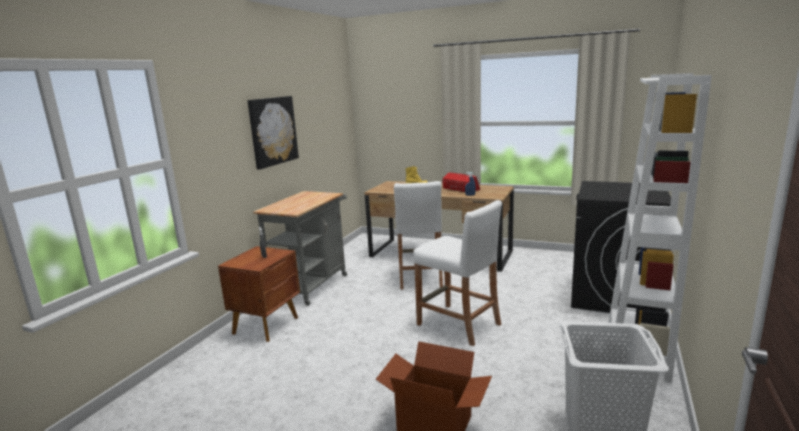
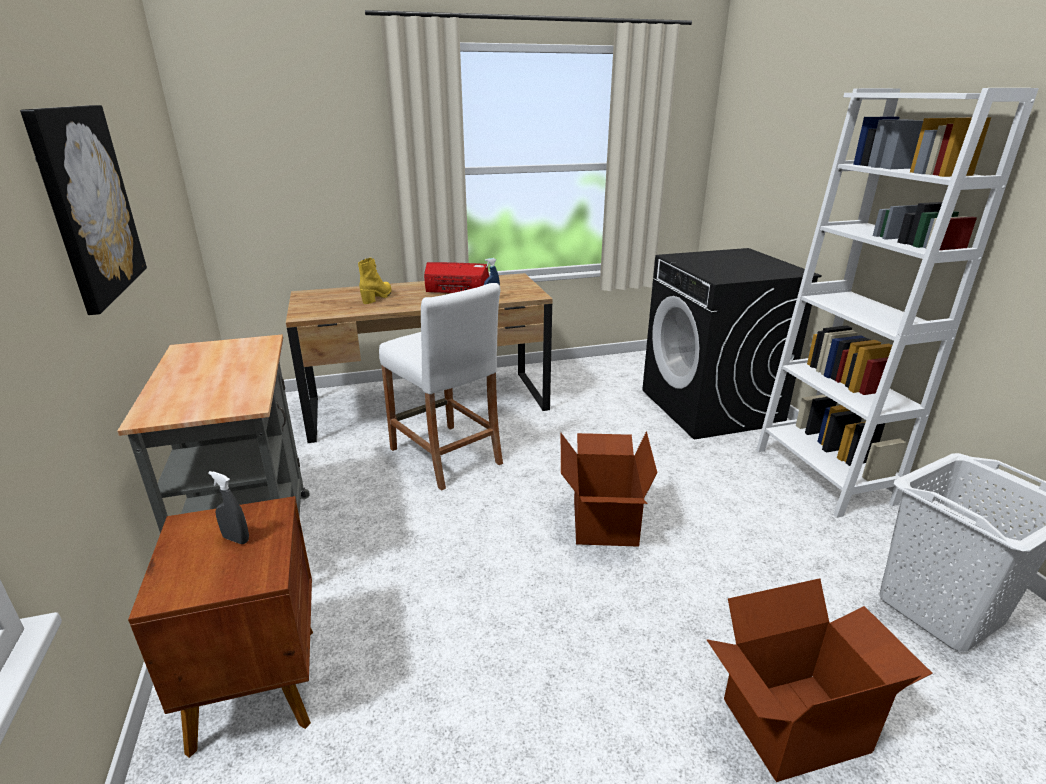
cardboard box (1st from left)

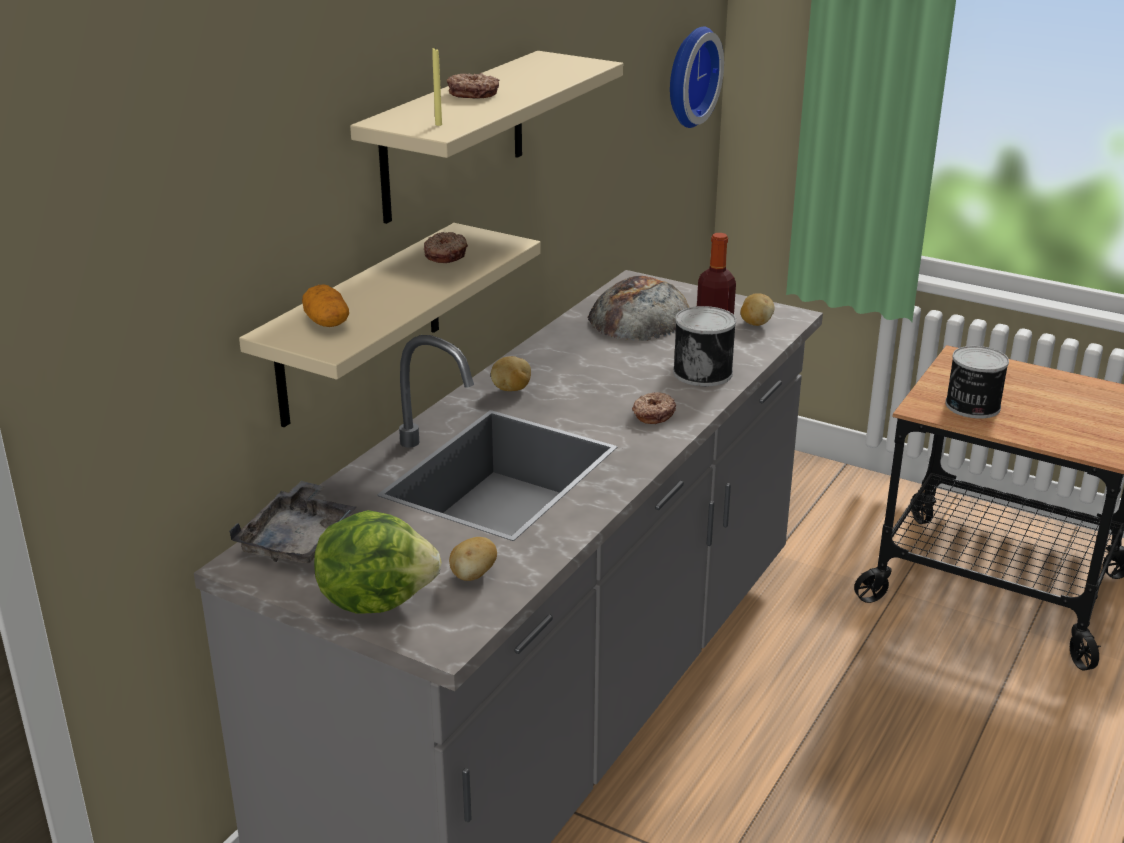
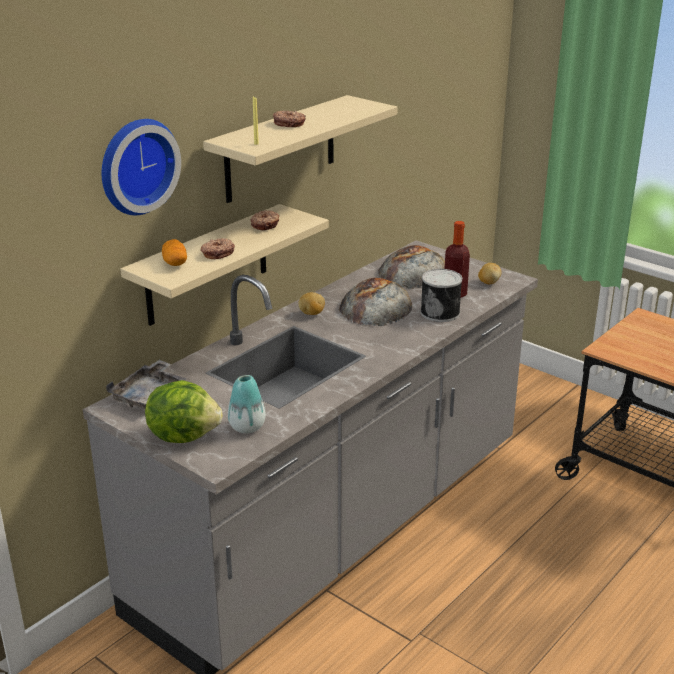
flower vase
ring doughnut (1st from left)
clock on the wall
sealed can (2nd from left in the first image)
bread (1st from left)

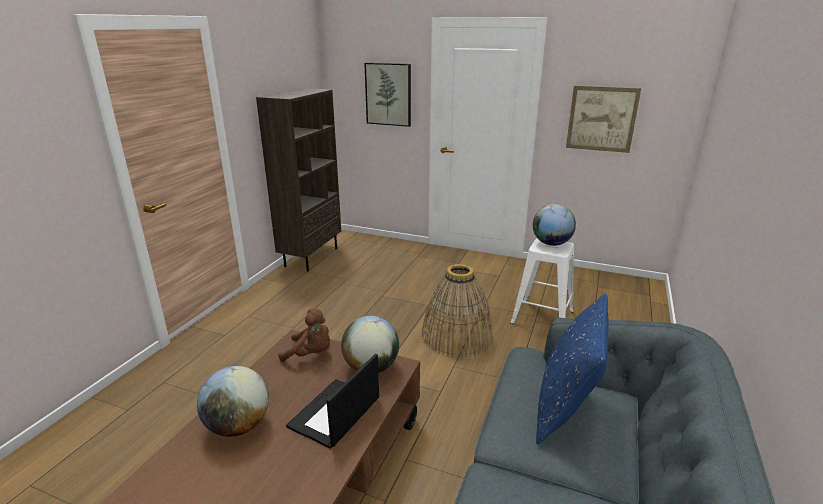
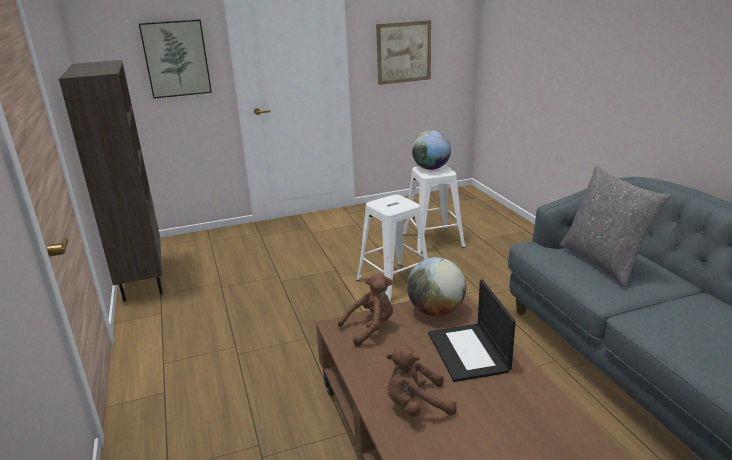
plush toy/brownish (2nd from left)
stool/whitish (1st from left)
throw pillow/grey

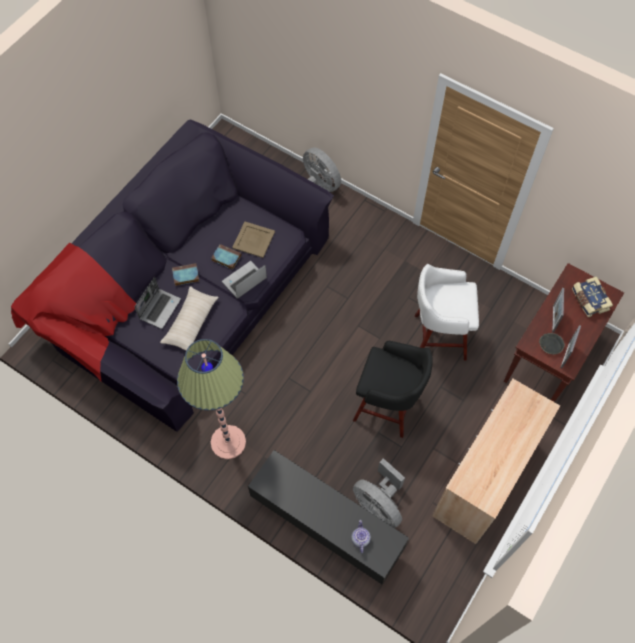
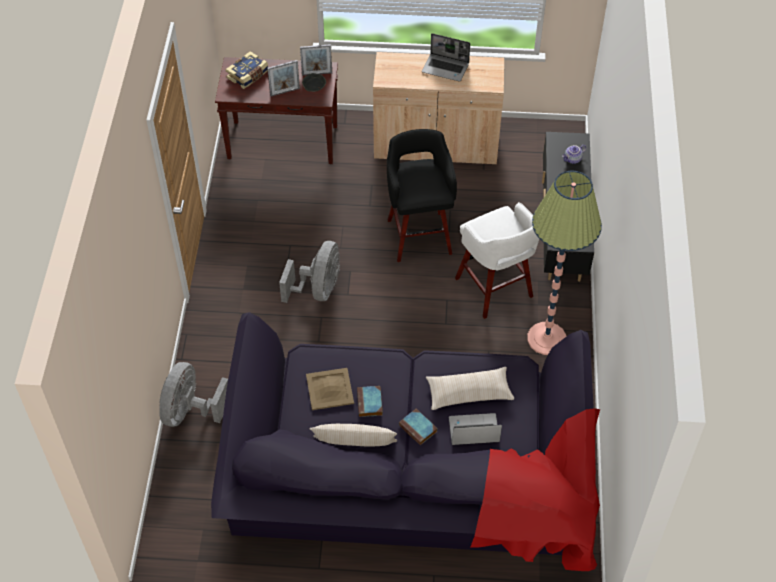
portable computer (1st from left)
fan/grey (2nd from left)
stool/whitish
throw pillow/beige (1st from left)

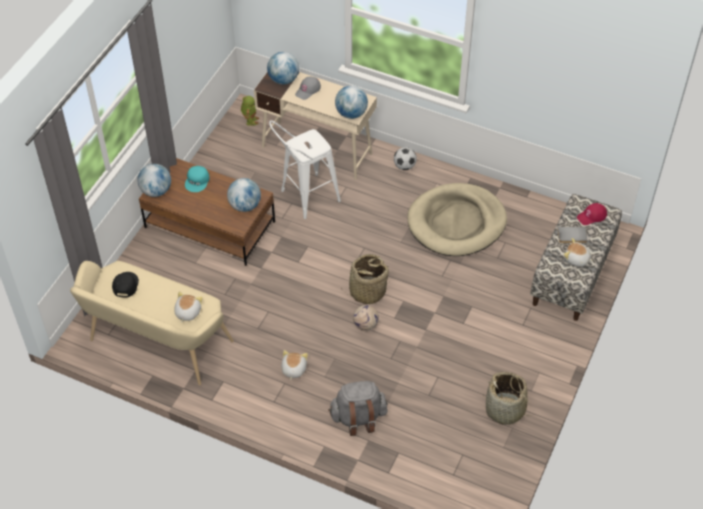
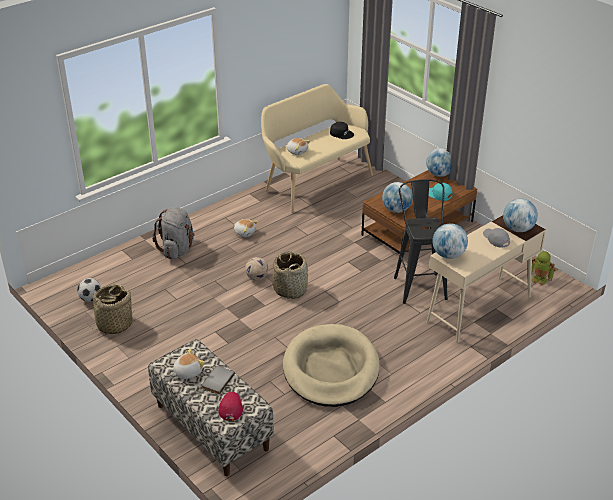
stool/black-coloured
ball for football (1st from left)

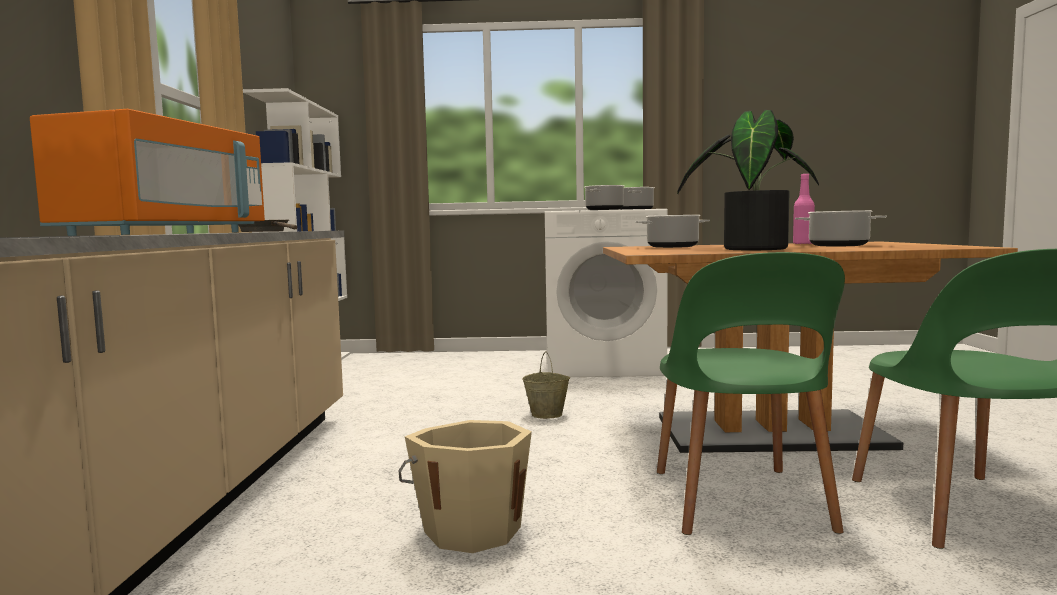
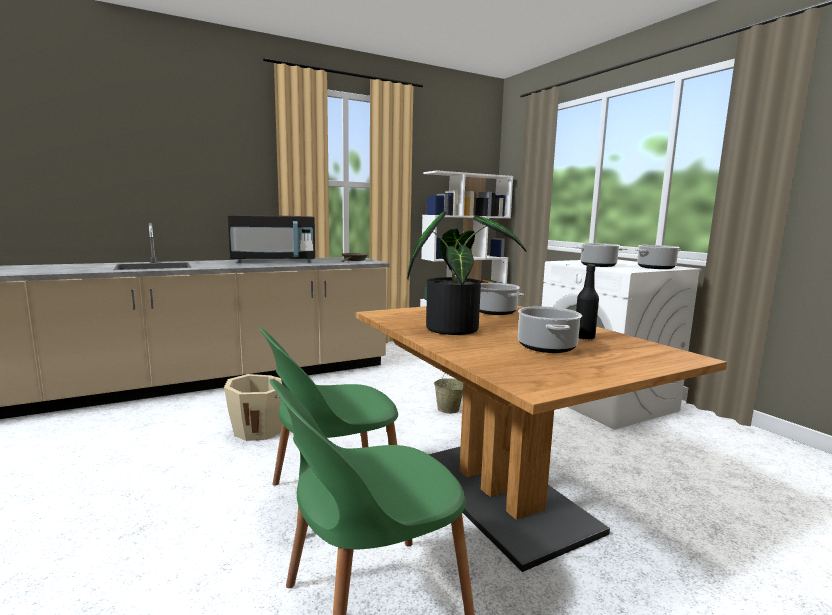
microwave/black-coloured
bottle/black-coloured

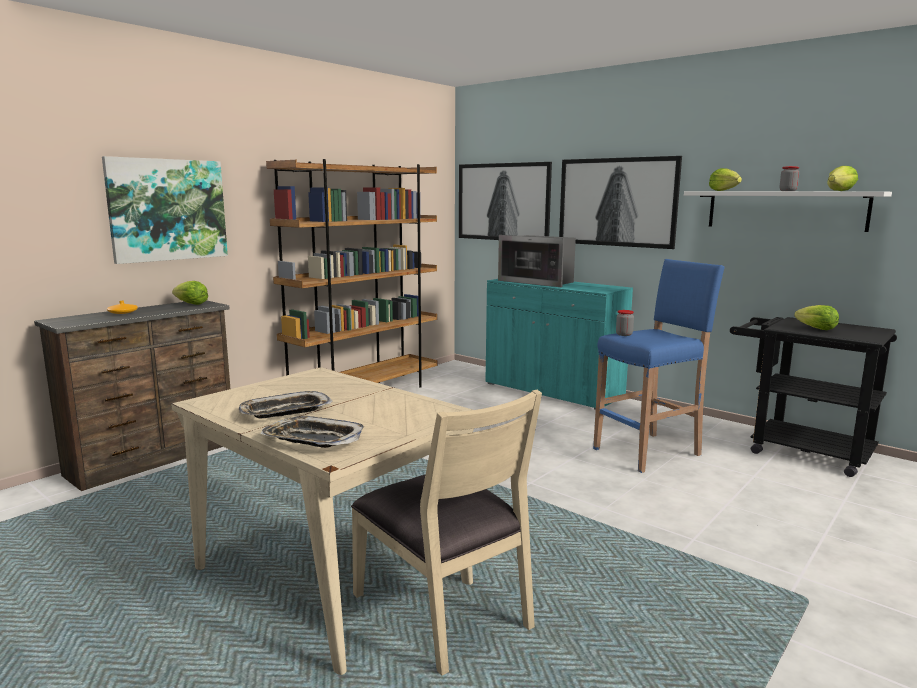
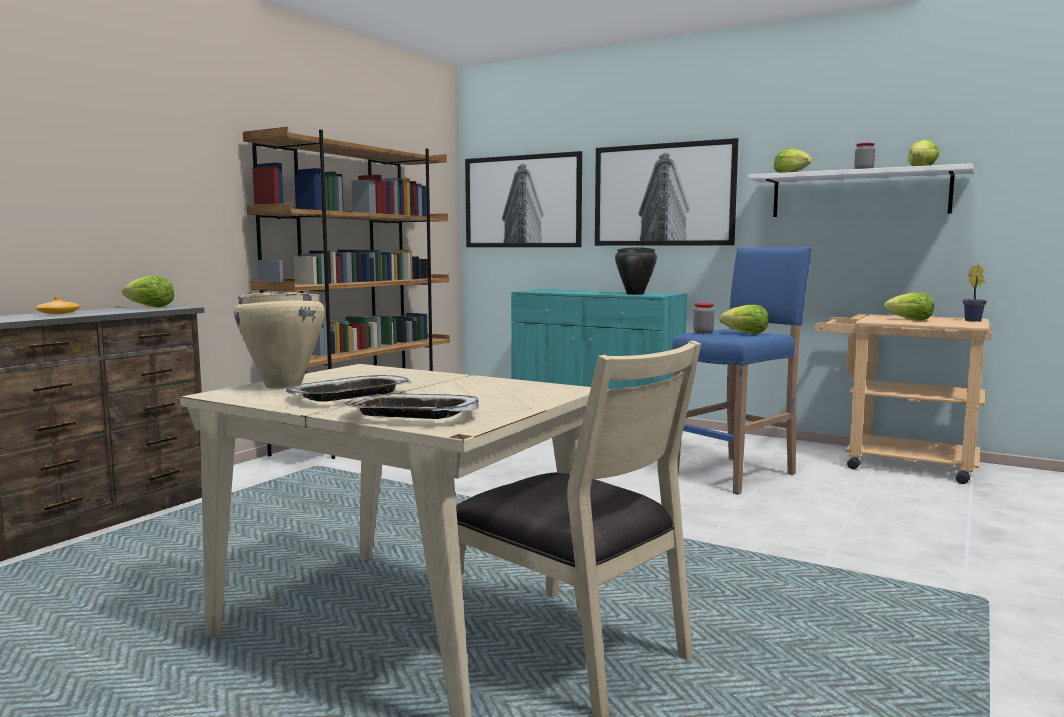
wall picture (1st from left in the first image)
microwave
trolley/beige
stockpot/beige
stockpot/black-coloured
lettuce head (2nd from left)
plant in a pot

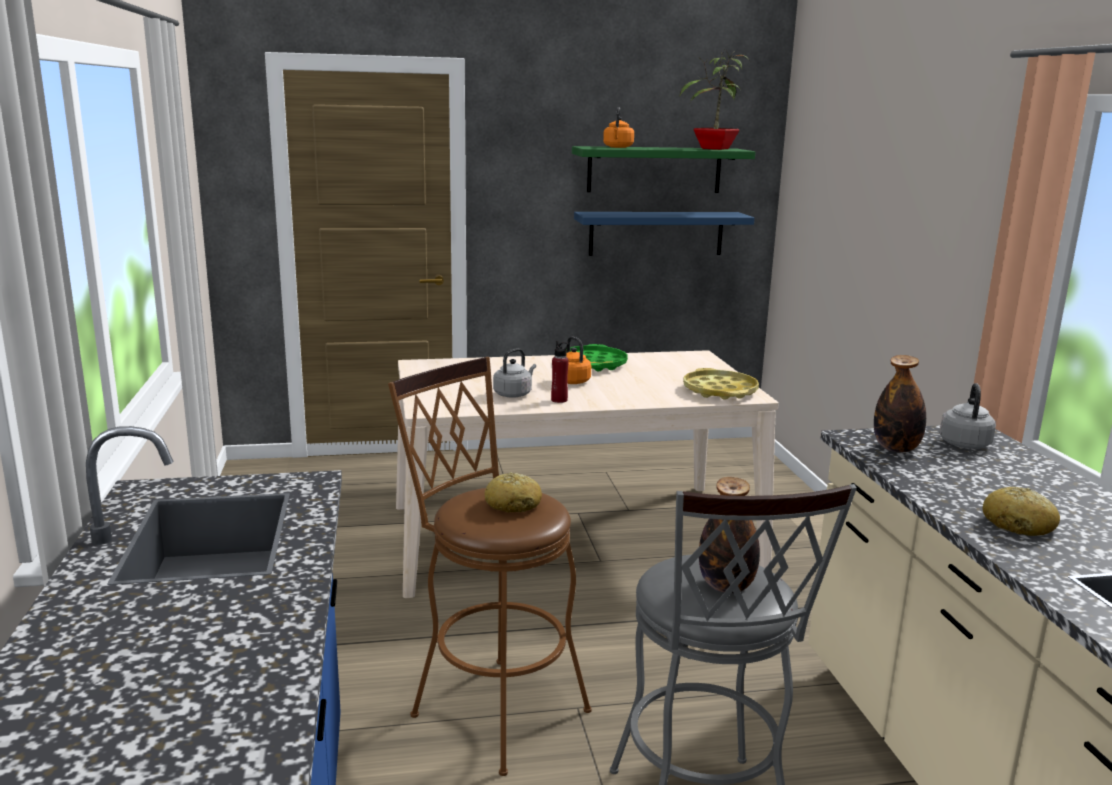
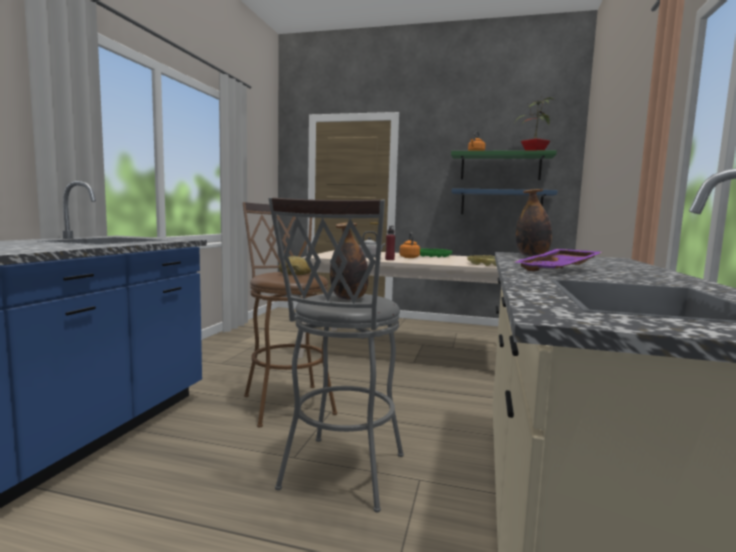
tea kettle/grey (2nd from left in the first image)
tray/purplish

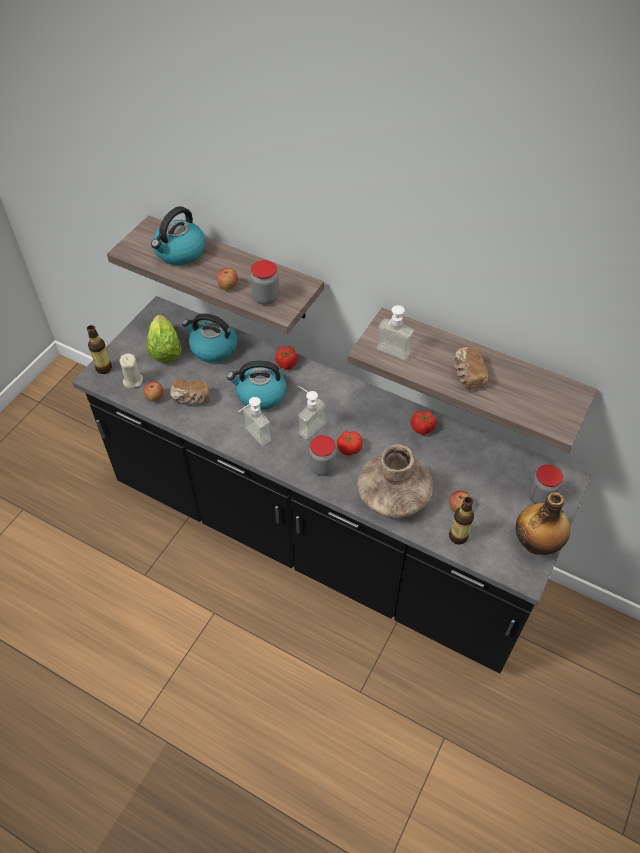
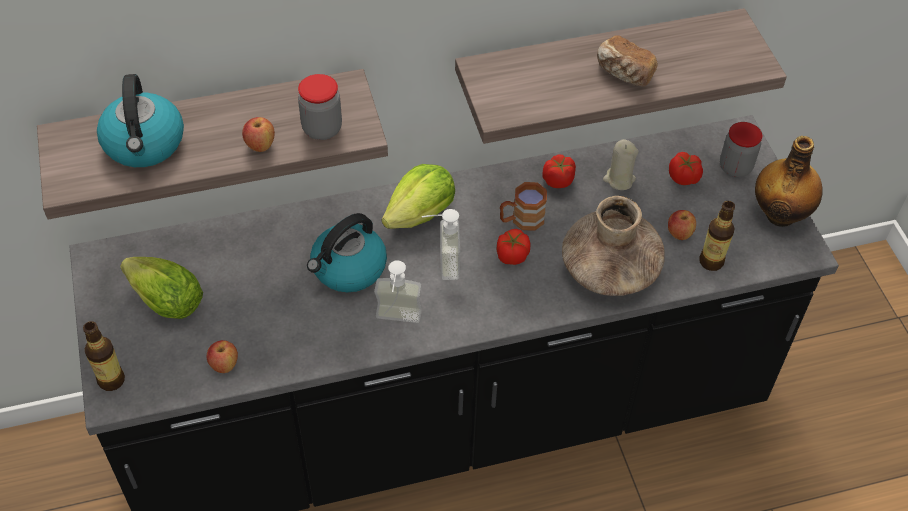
wax candle/beige
bread (1st from left in the first image)
tea kettle (2nd from left in the first image)
whole tomato (3rd from left)
preserve jar (2nd from left in the first image)
soap dispenser (3rd from left in the first image)
lettuce head (2nd from left)
tea mug/brownish

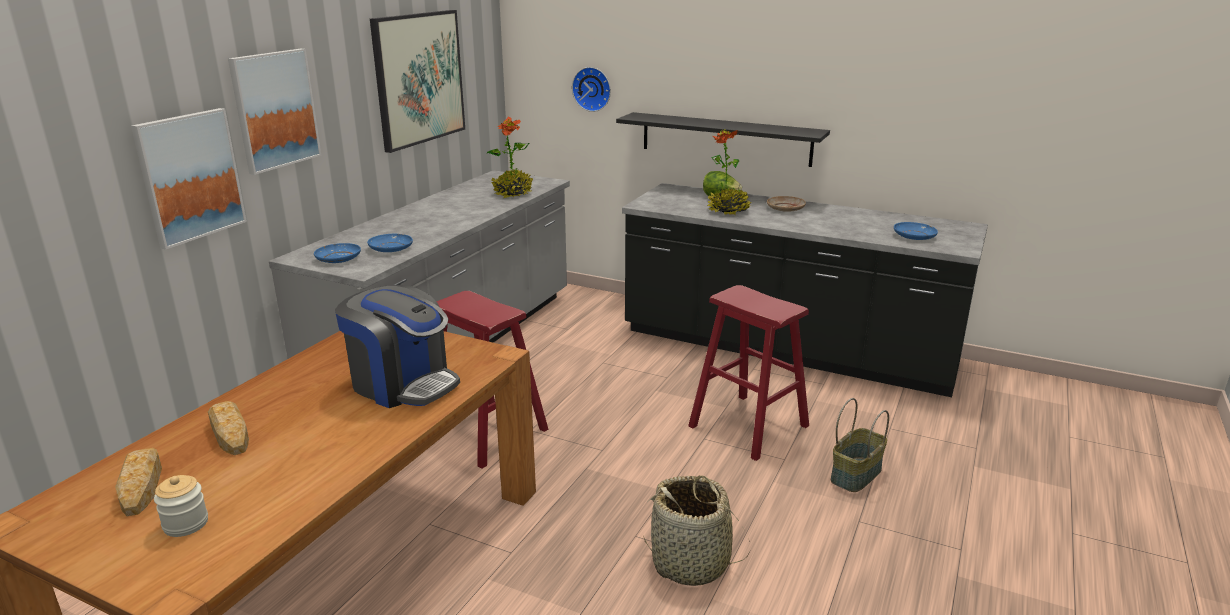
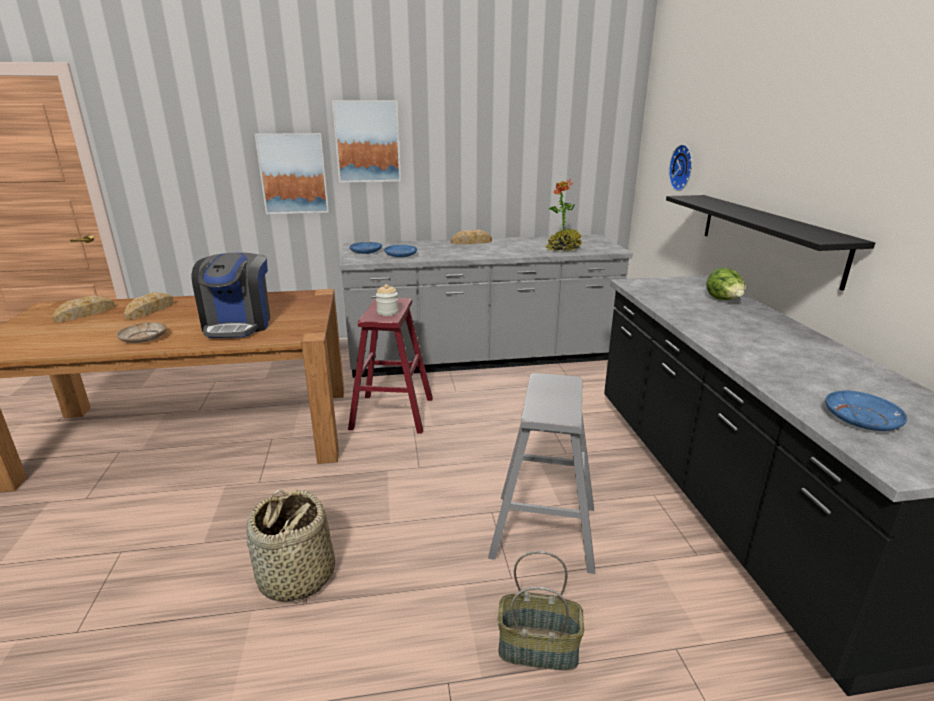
preserve jar
wall picture (3rd from left in the first image)
stool/grey
plant in a pot (2nd from left in the first image)
plate/beige
bread (3rd from left)

